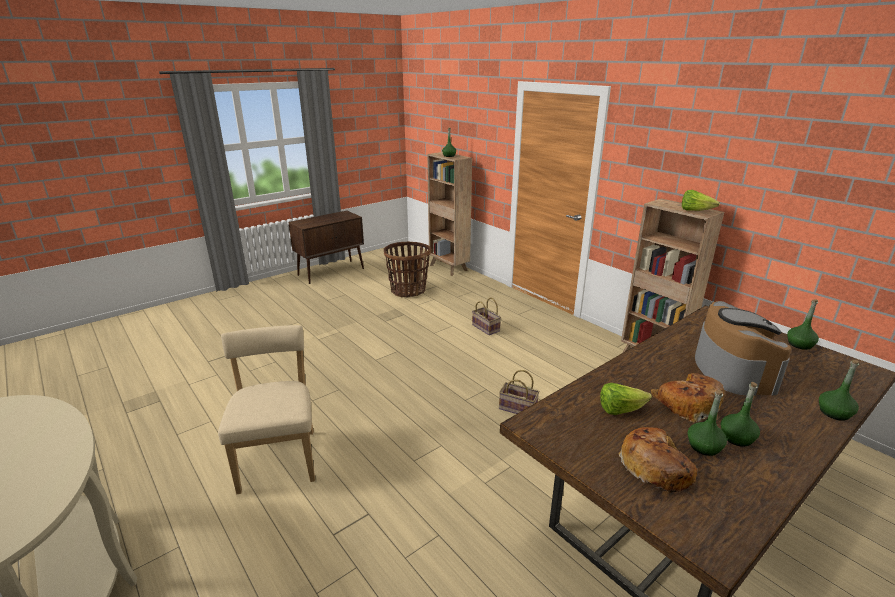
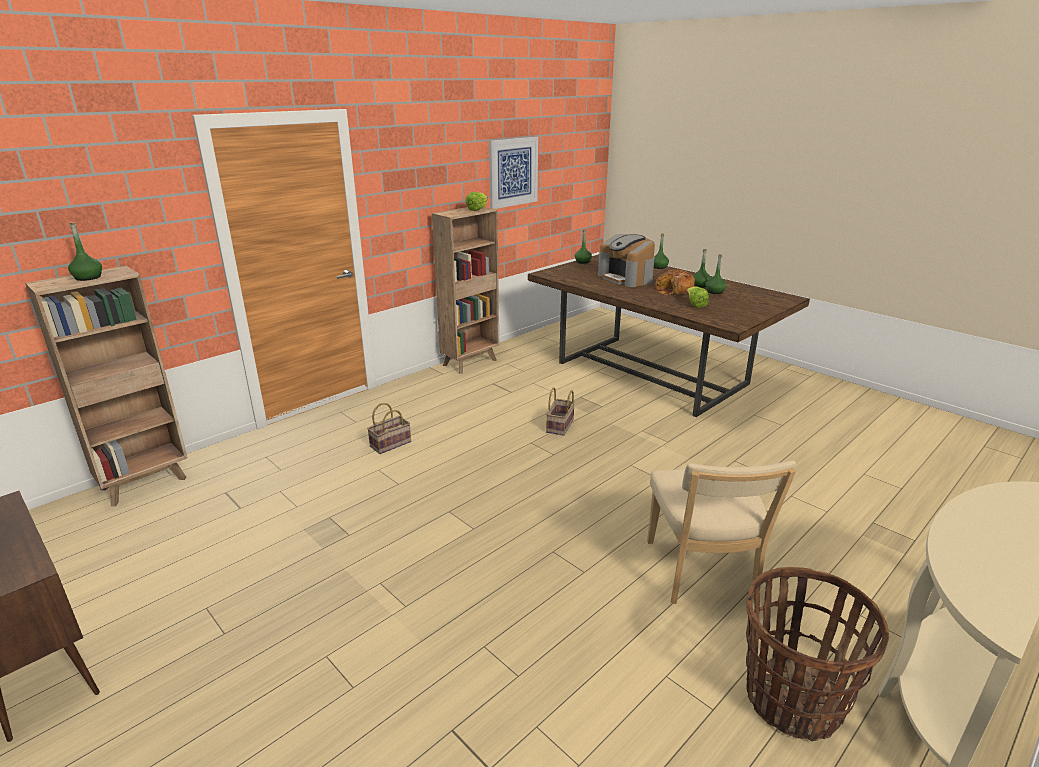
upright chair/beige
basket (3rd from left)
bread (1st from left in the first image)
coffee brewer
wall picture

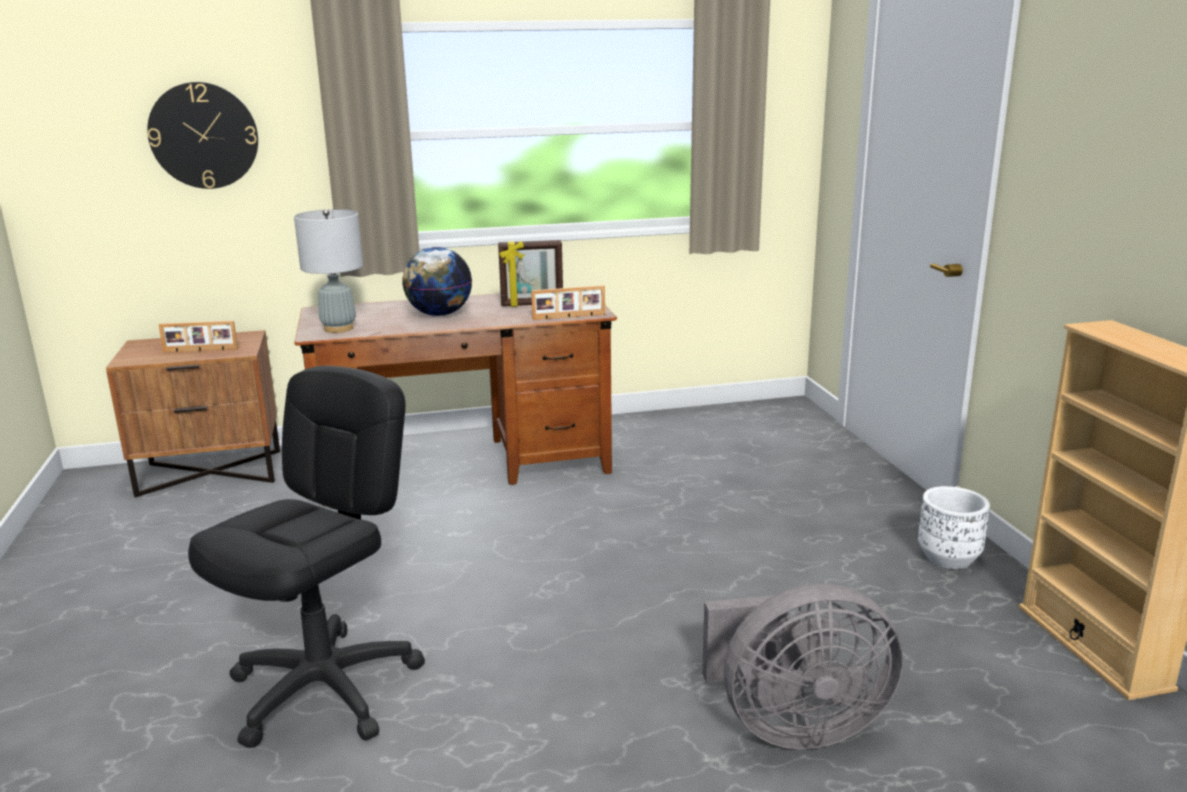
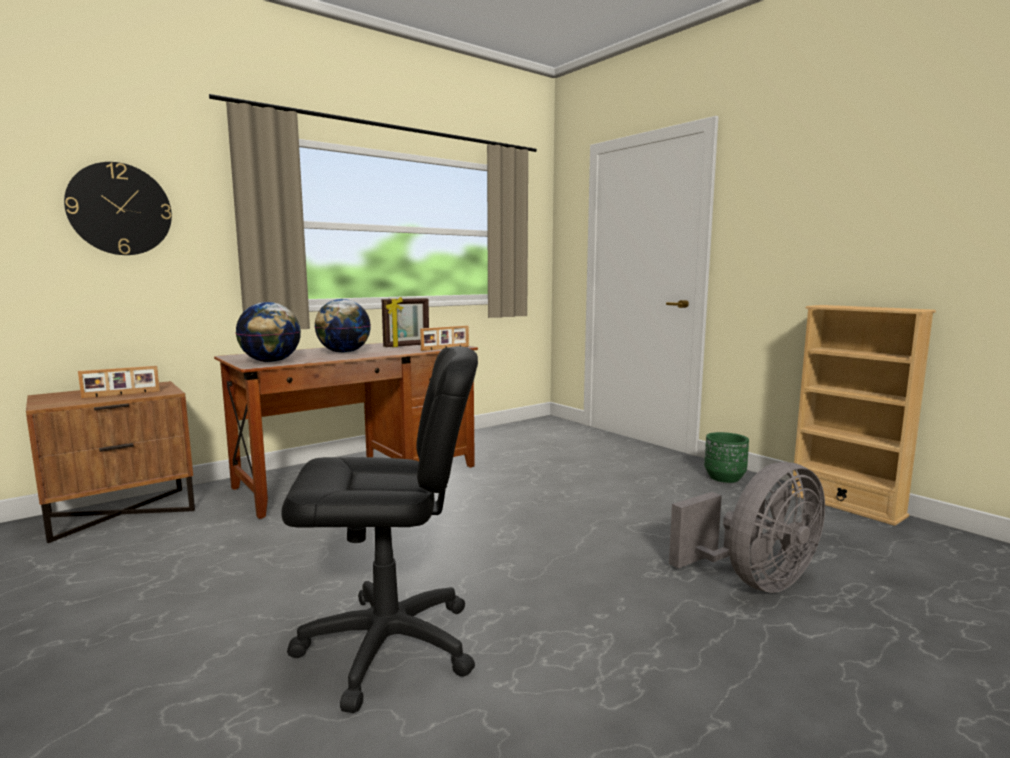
computer chair/black-coloured
world globe (1st from left)
flower pot/green

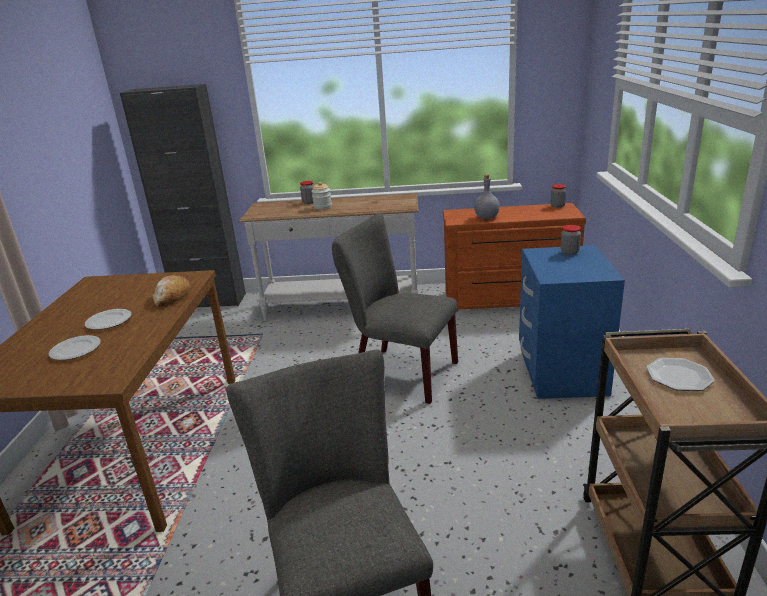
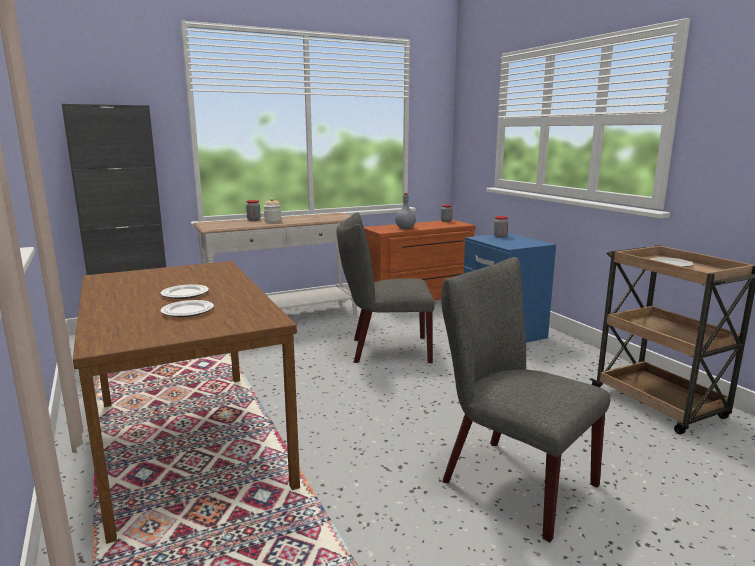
bread

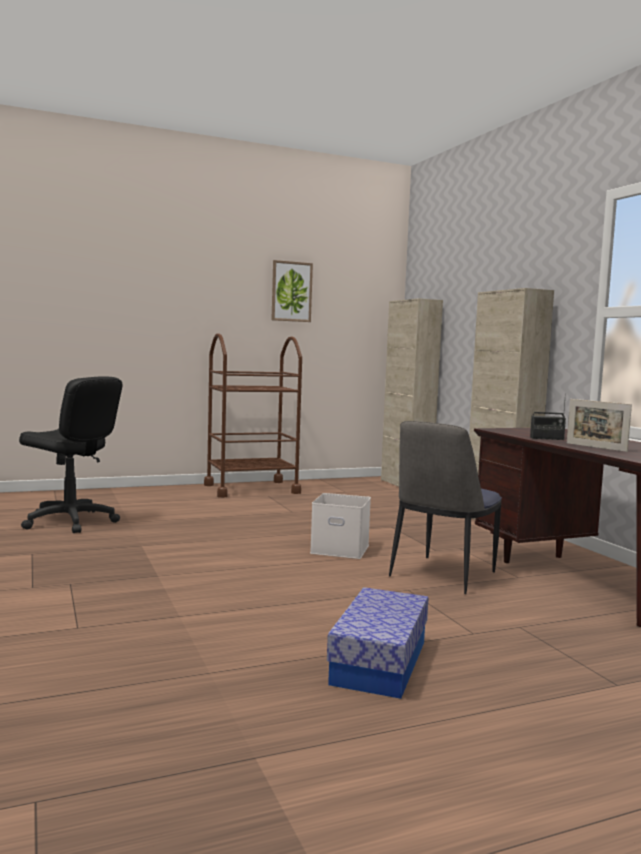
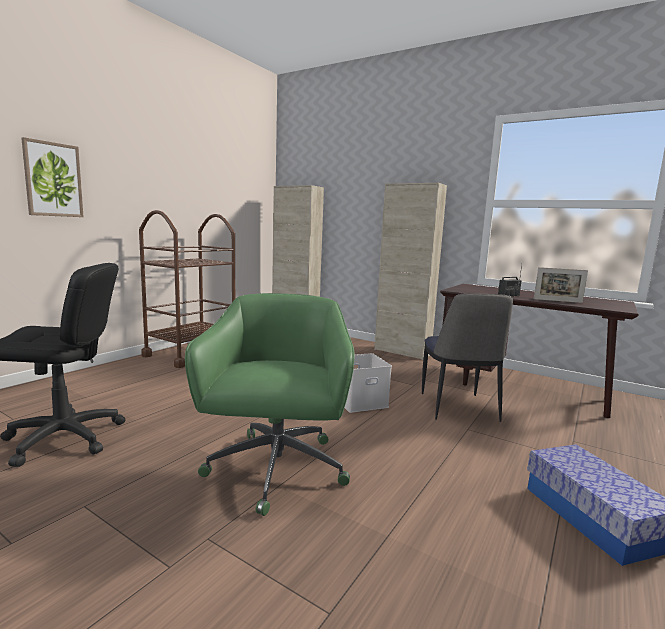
wall picture
computer chair/green

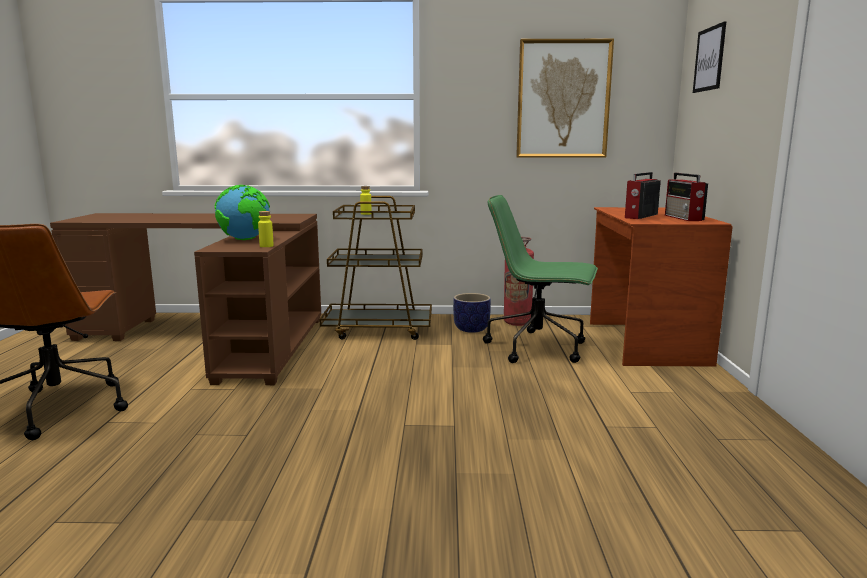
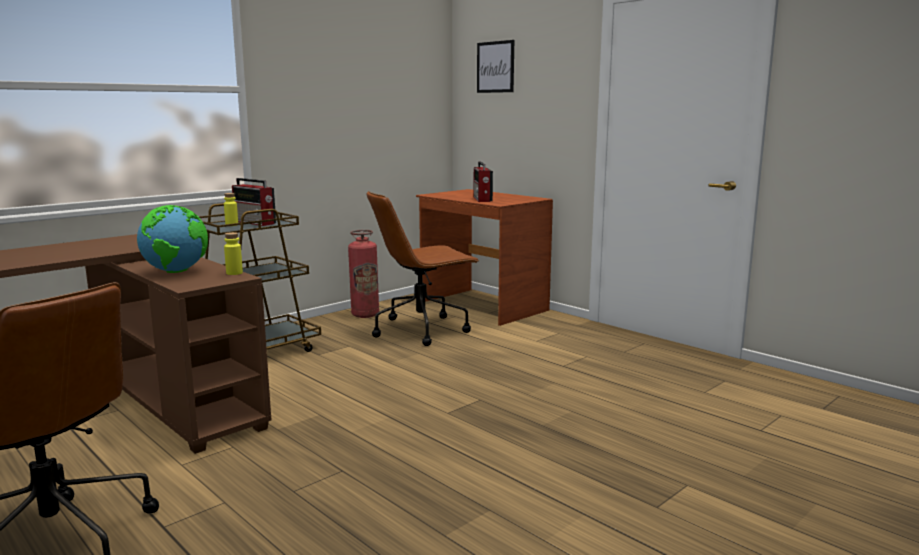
flower pot
computer chair/brownish (2nd from left)
wall picture (1st from left in the first image)
radio (1st from left)

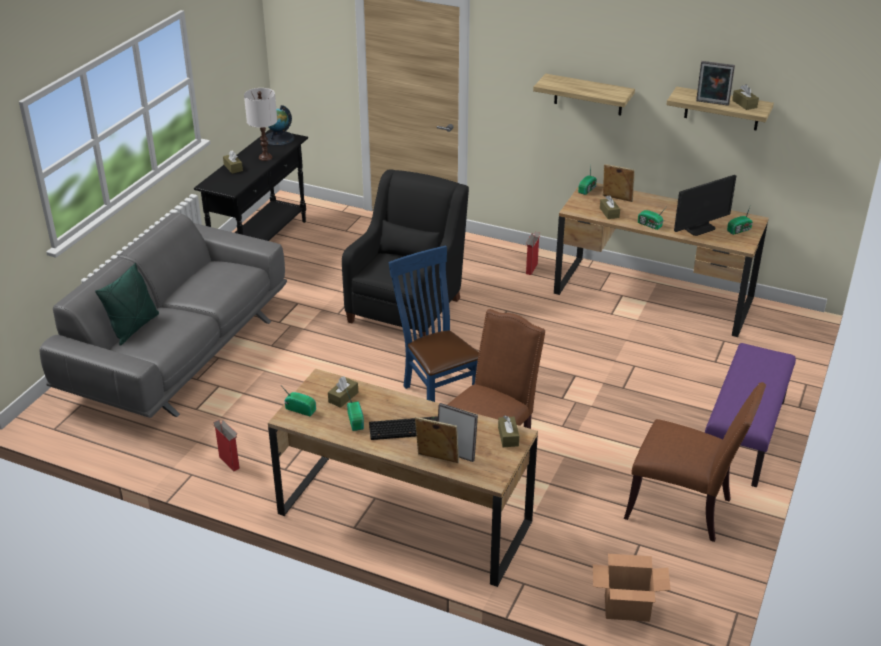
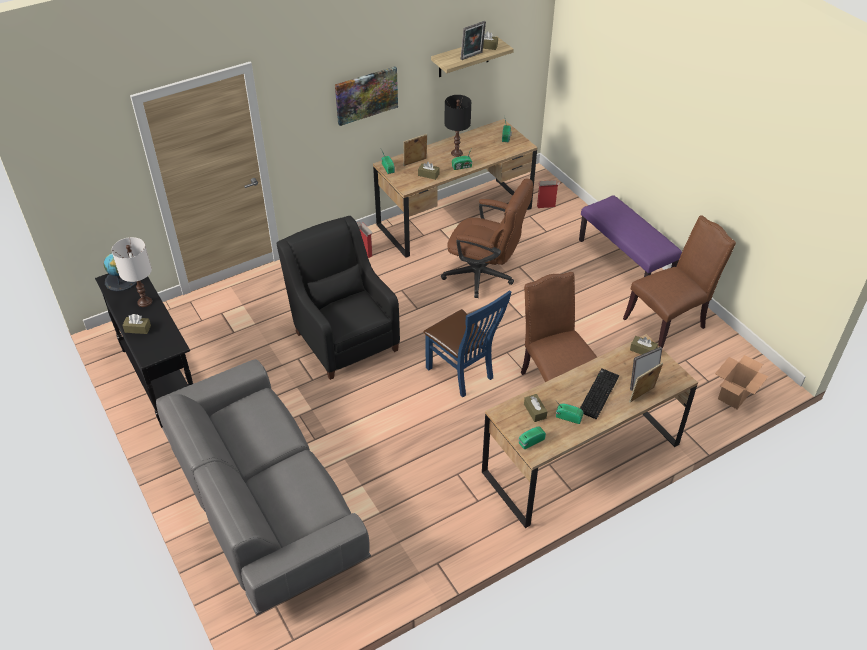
throw pillow/green
cardboard box (2nd from left)
upright chair/bluish
wall picture
computer display
computer chair/brownish
table lamp/black-coloured

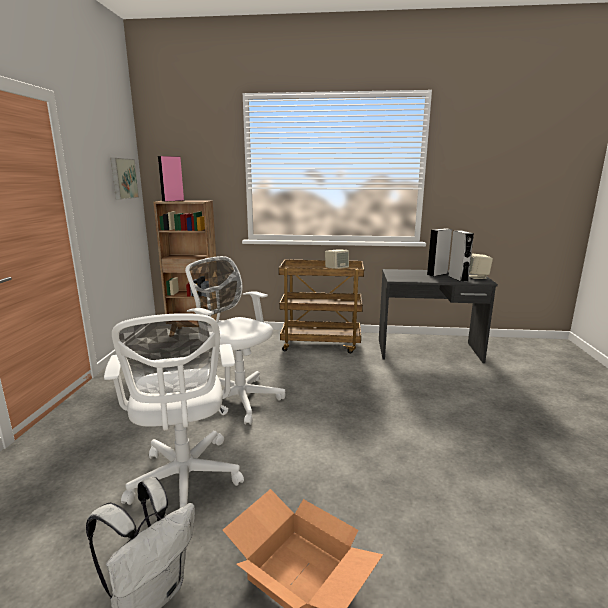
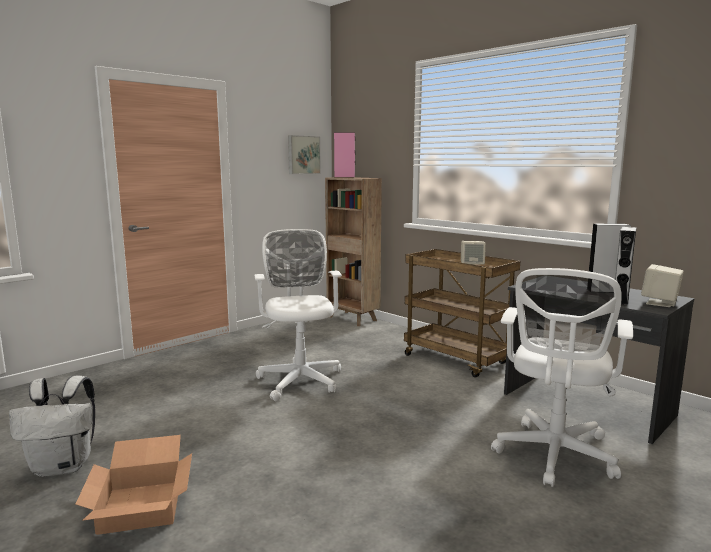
computer chair/whitish (2nd from left)

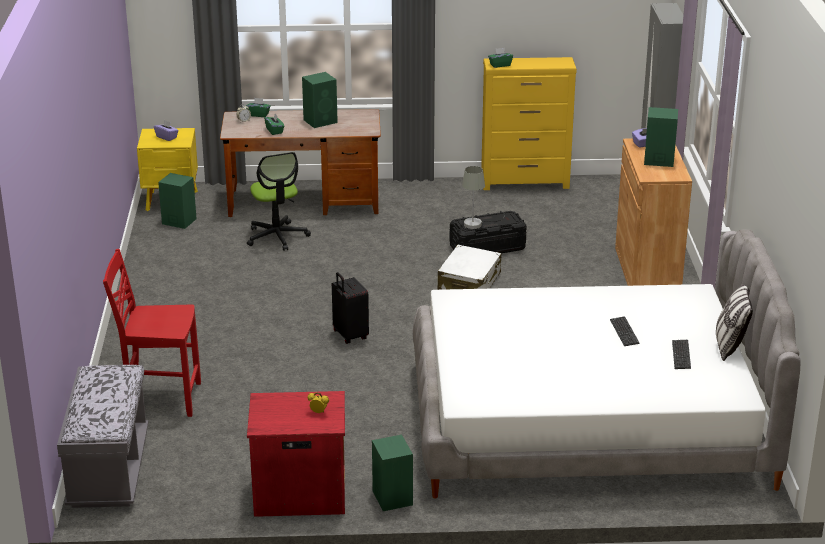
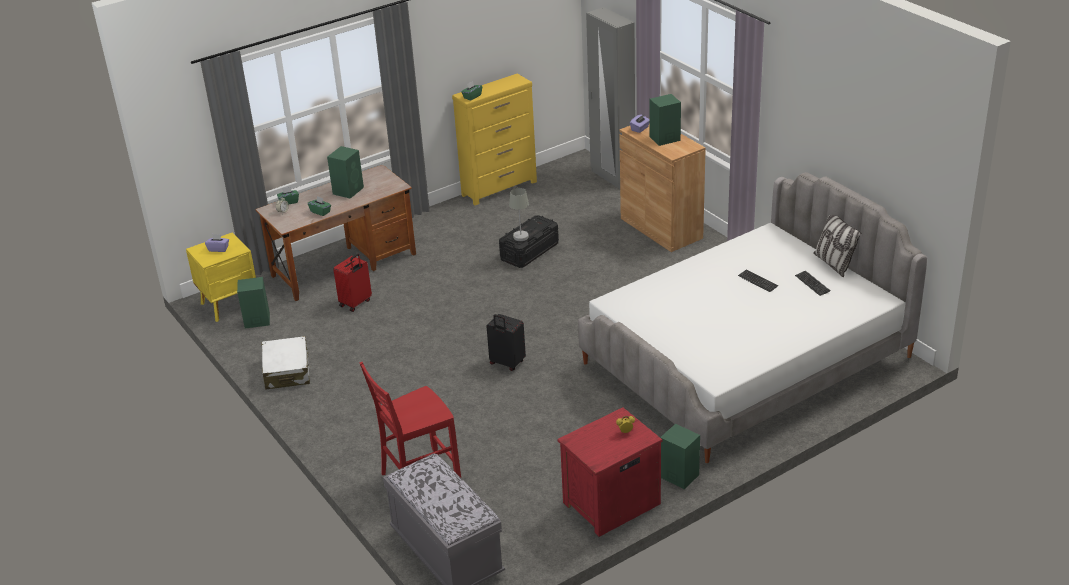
travel case/reddish
travel case/whitish

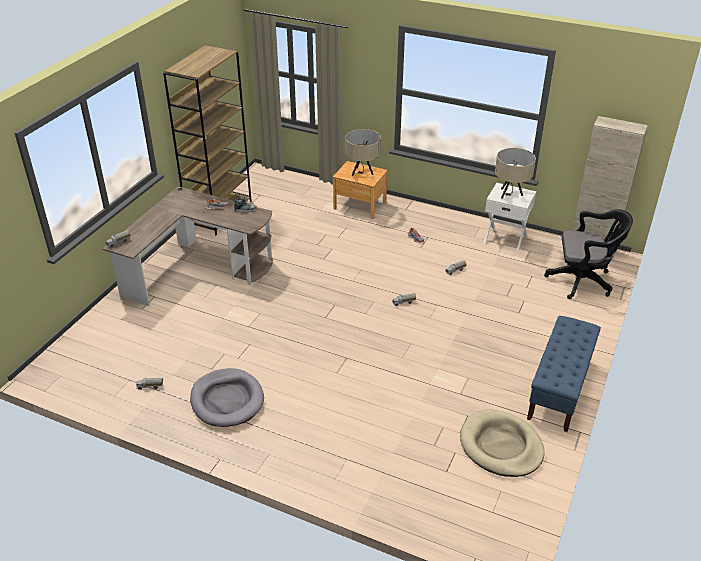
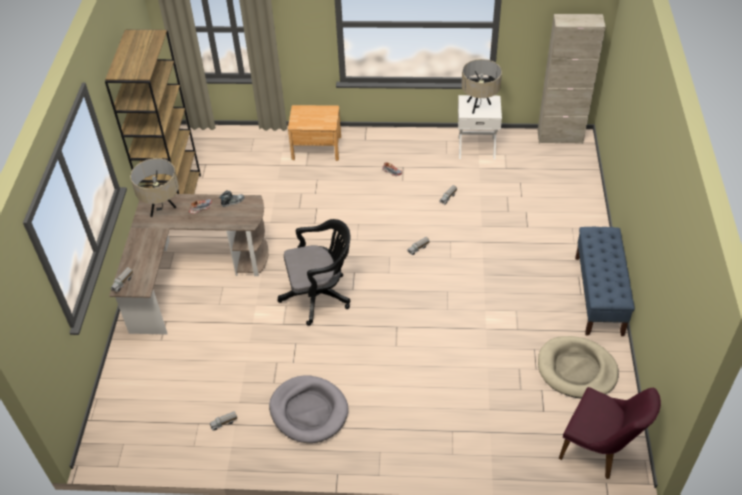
table lamp/beige (1st from left)
computer chair/black-coloured
upright chair/purplish

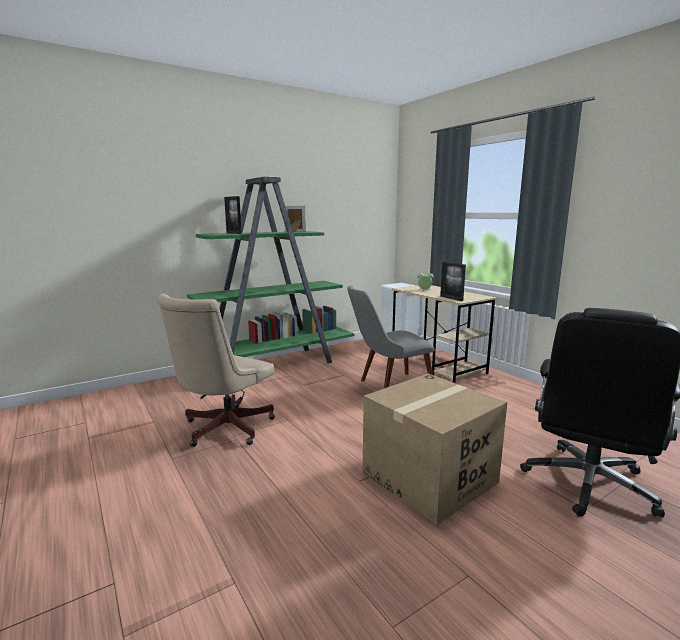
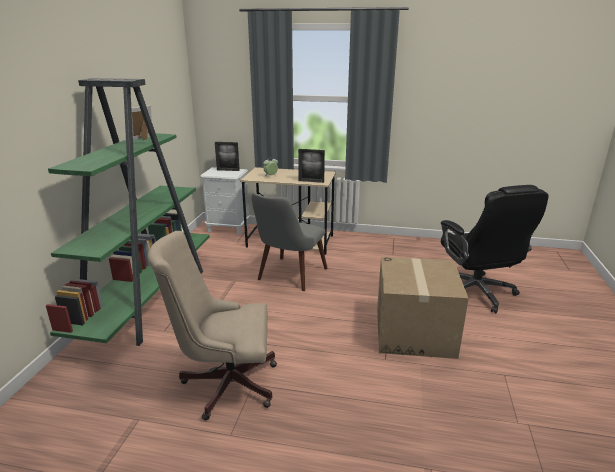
computer chair/beige
picture frame (2nd from left)

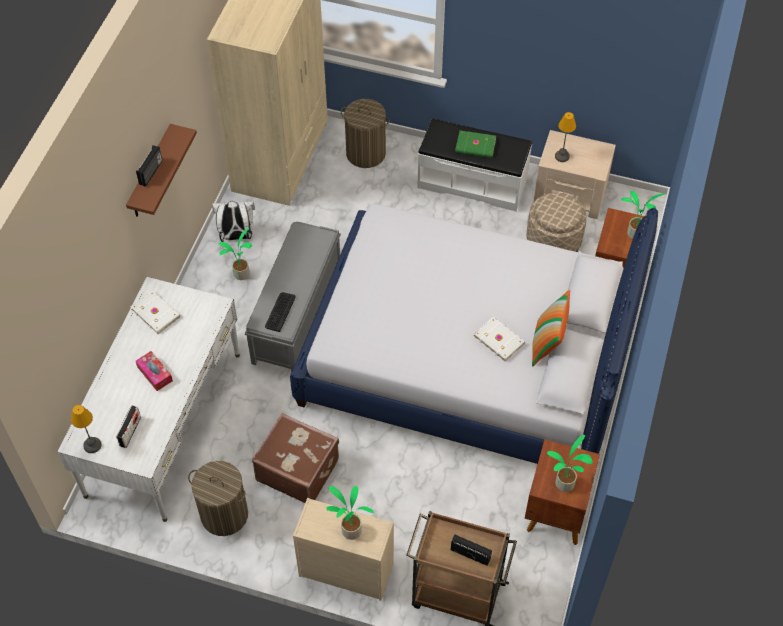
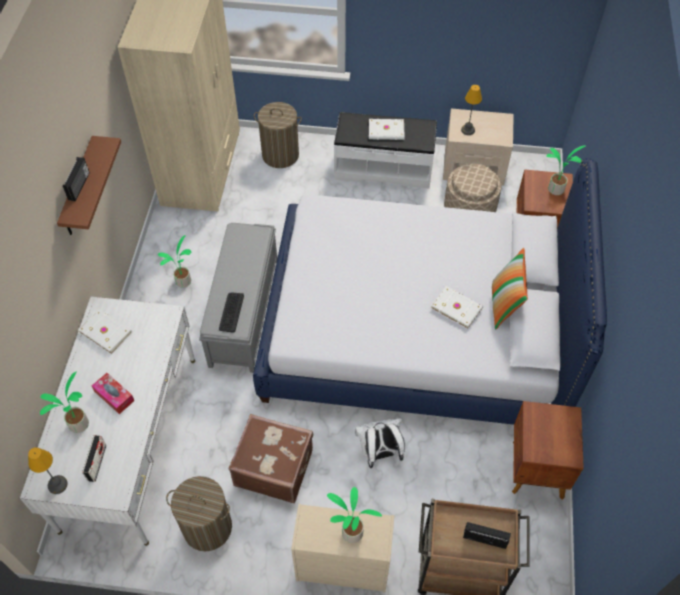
knapsack/whitish
bound book/whitish (2nd from left)
plant in a pot (1st from left)

